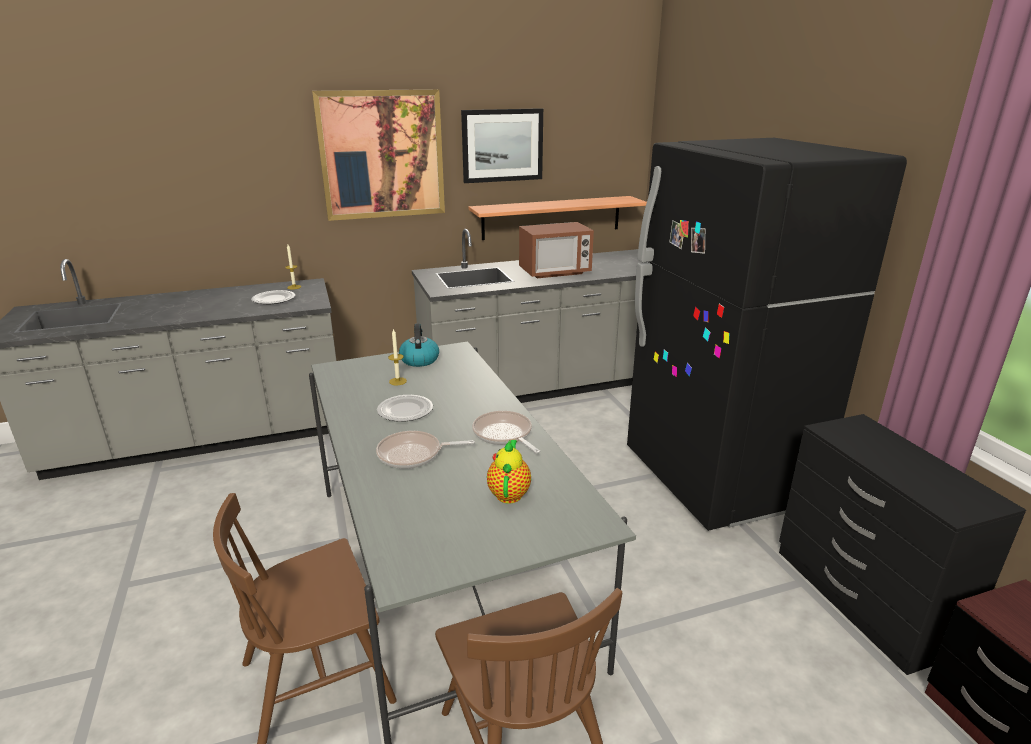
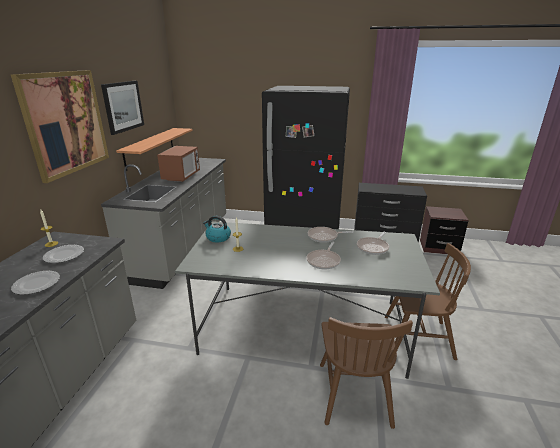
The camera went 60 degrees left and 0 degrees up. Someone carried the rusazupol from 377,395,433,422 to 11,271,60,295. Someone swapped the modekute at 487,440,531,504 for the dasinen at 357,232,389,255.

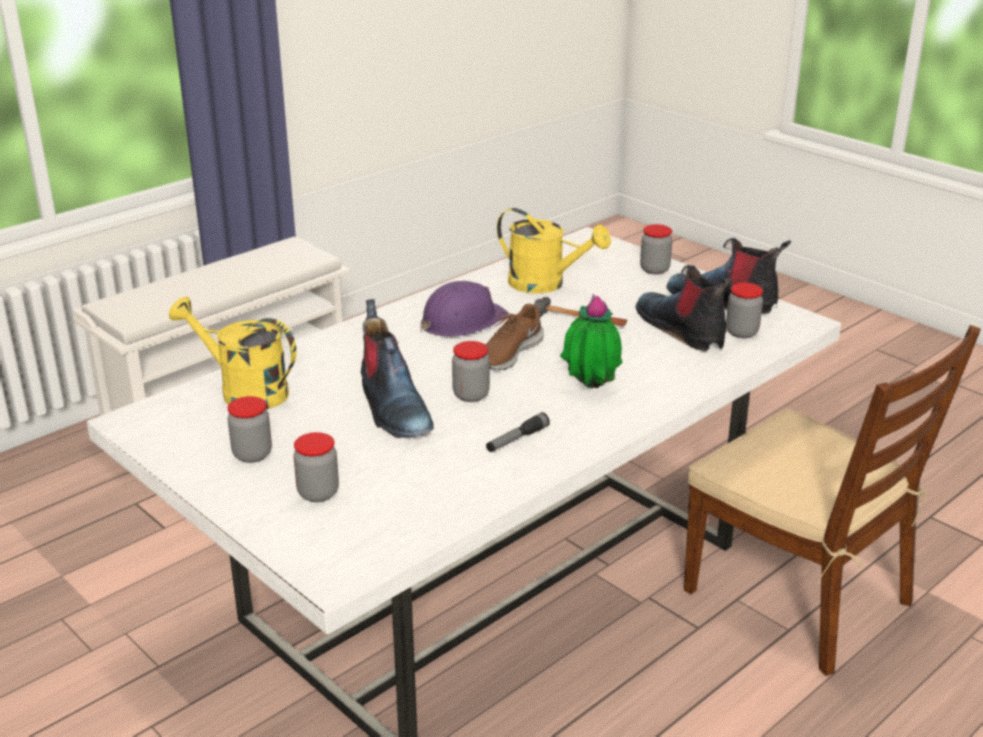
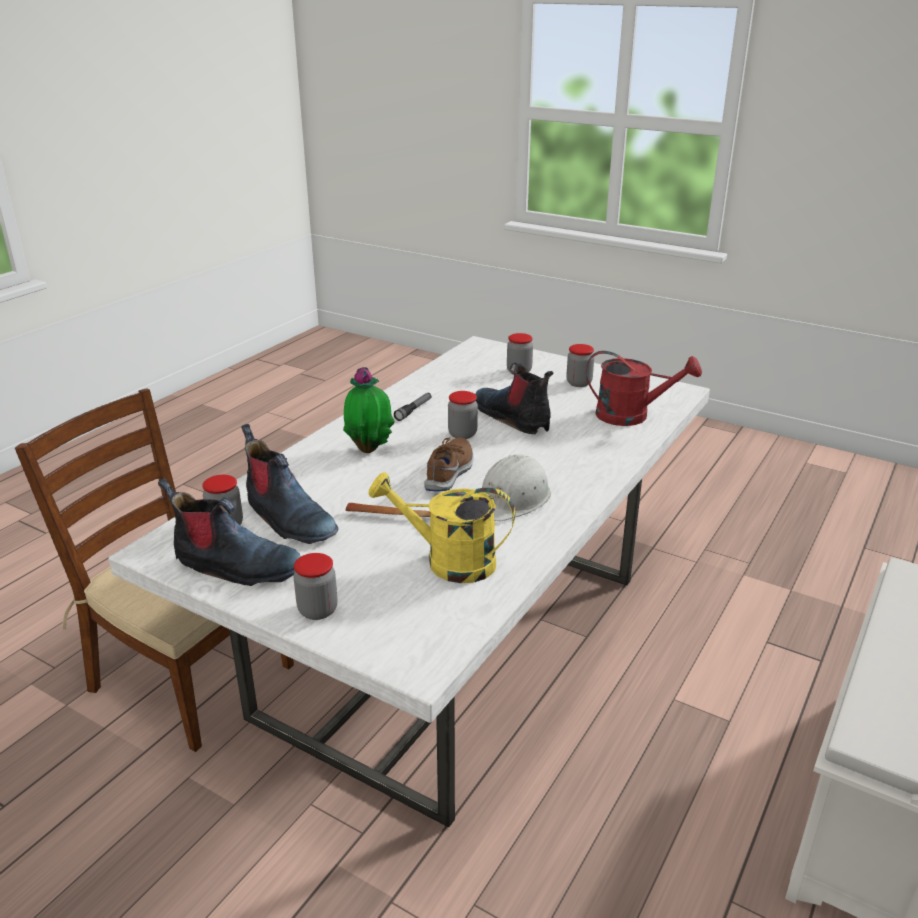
The camera went 165 degrees right and 0 degrees up. Someone repainted the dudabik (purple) at 420,281,509,337, which became the dudabik (white) at 482,454,551,521. Someone repainted the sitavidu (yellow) at 169,297,297,409, which became the sitavidu (red) at 586,351,702,426.

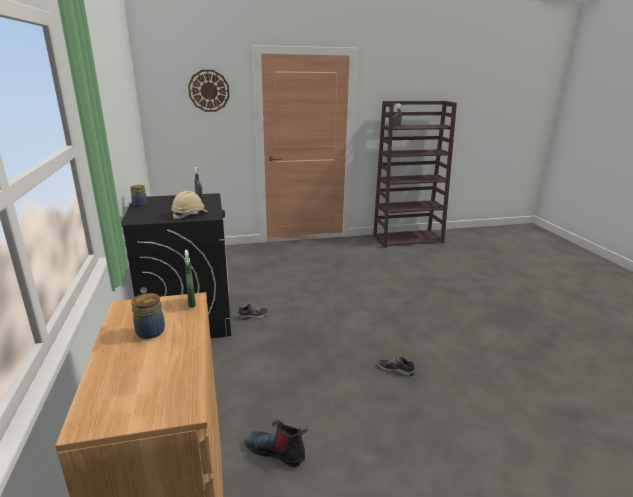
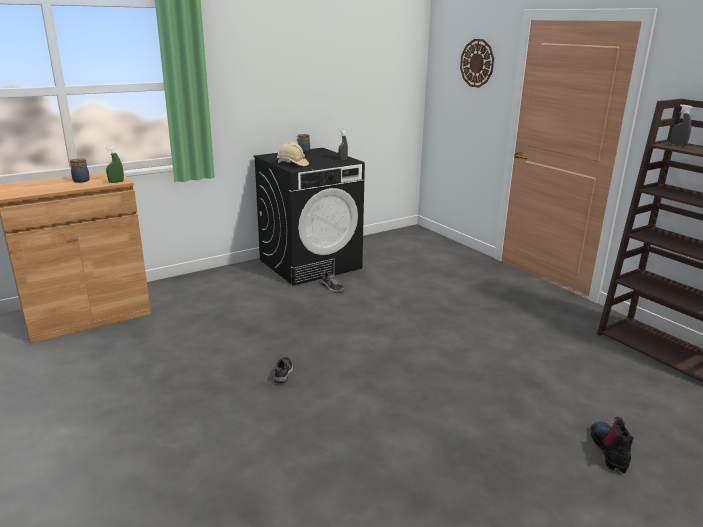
The camera went 70 degrees right and 0 degrees up. Someone carried the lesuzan from 244,420,308,467 to 591,416,634,473.

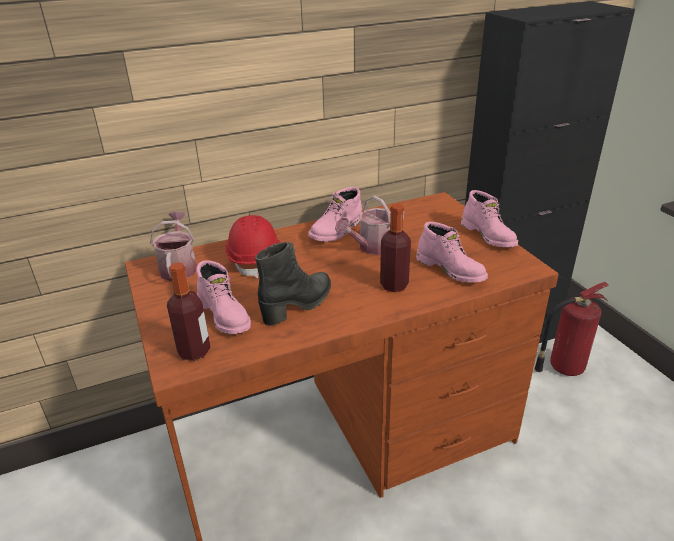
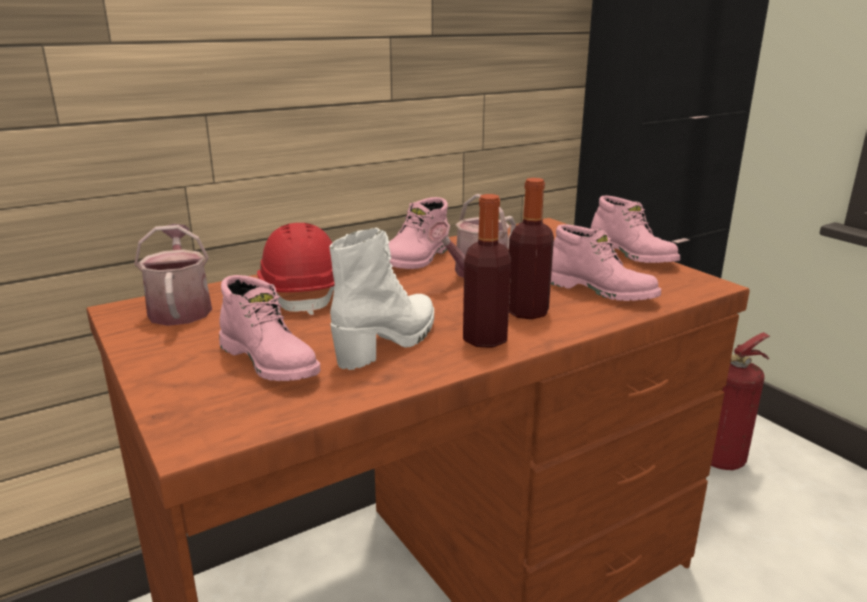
The camera went 10 degrees left and 10 degrees down. Someone repainted the lesuzan (black) at 255,242,331,326, which became the lesuzan (white) at 329,228,434,370. Someone carried the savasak from 167,262,211,361 to 463,194,511,348.

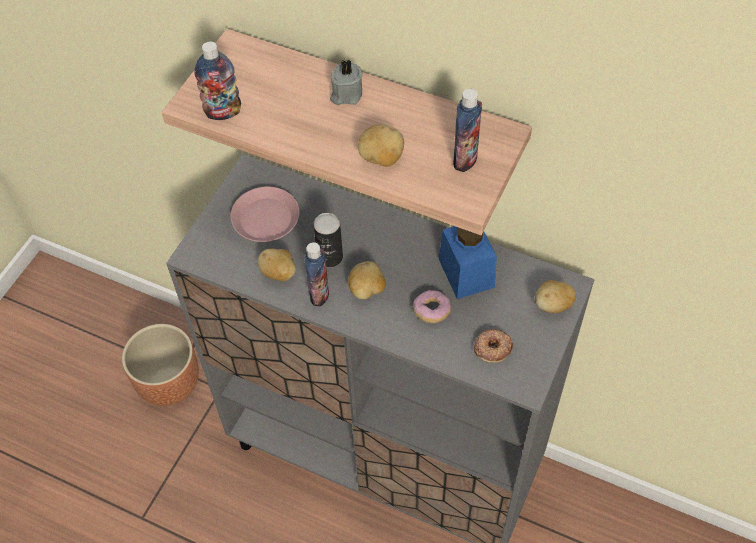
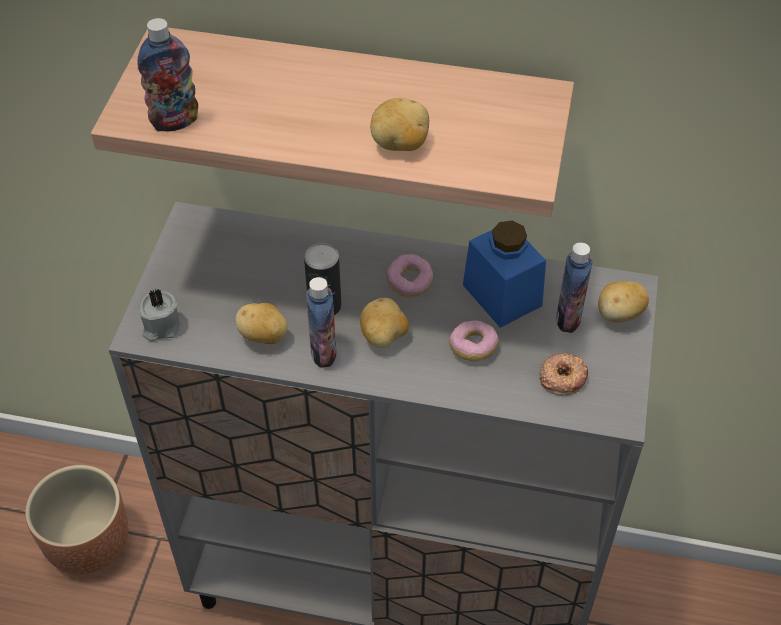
The camera went 15 degrees left and 5 degrees down. Someone carried the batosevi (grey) from 330,59,363,105 to 140,288,180,342. Someone put down the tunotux at 386,254,433,298. Someone carried the savasak from 453,89,482,172 to 556,242,592,333. Someone took away the rusazupol (pink) at 230,187,300,242.

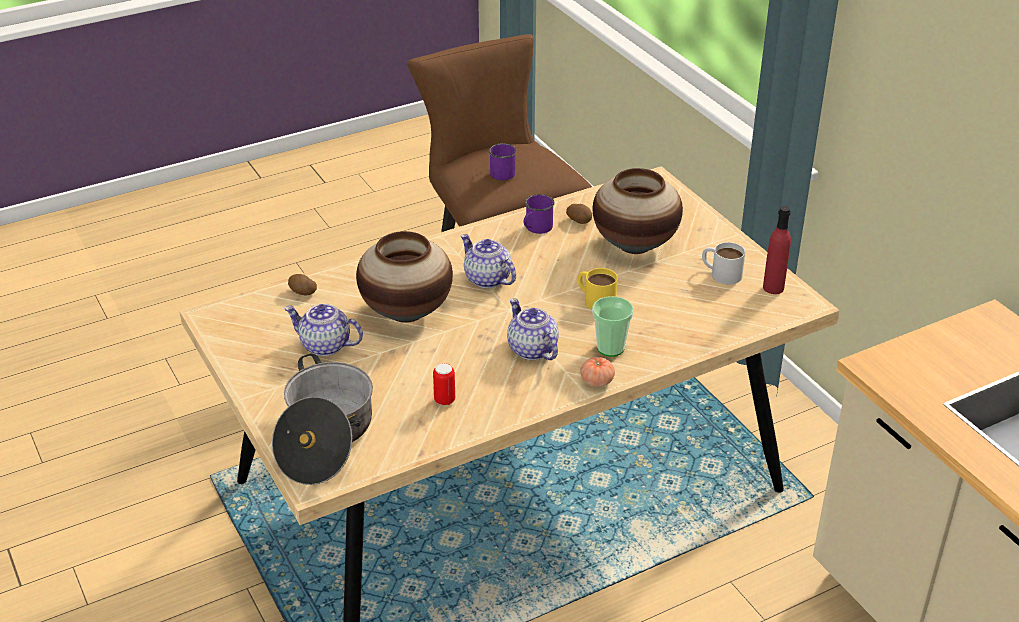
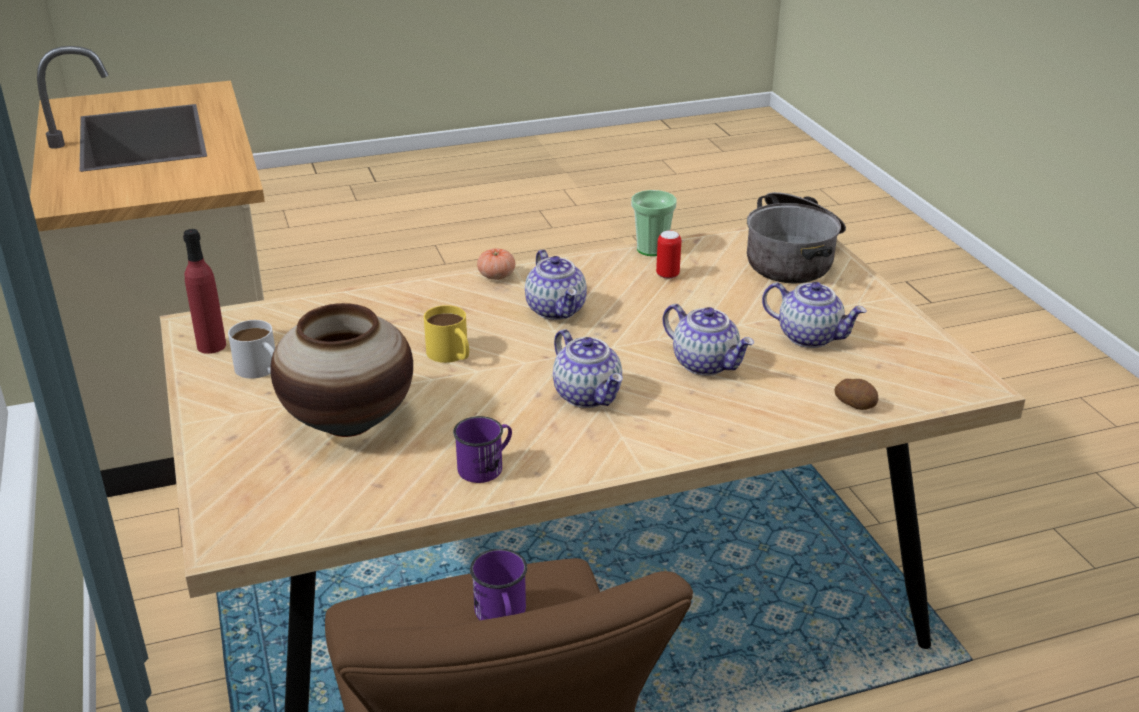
The camera went 170 degrees left and 5 degrees down. Someone carried the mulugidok from 592,296,634,357 to 631,190,677,256. Someone swapped the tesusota at 356,231,453,323 for the modekute at 663,304,754,376. Someone took away the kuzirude at 566,204,592,224.

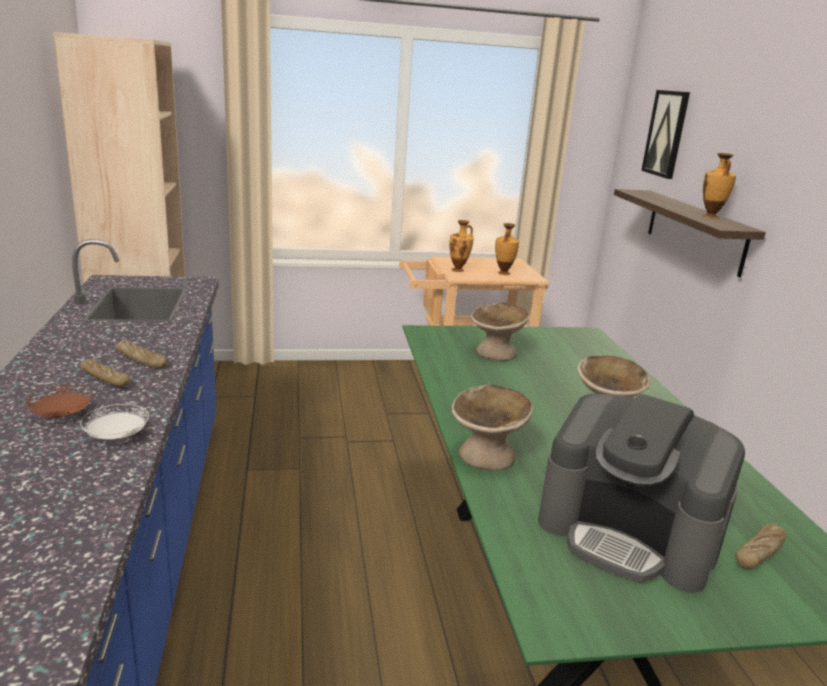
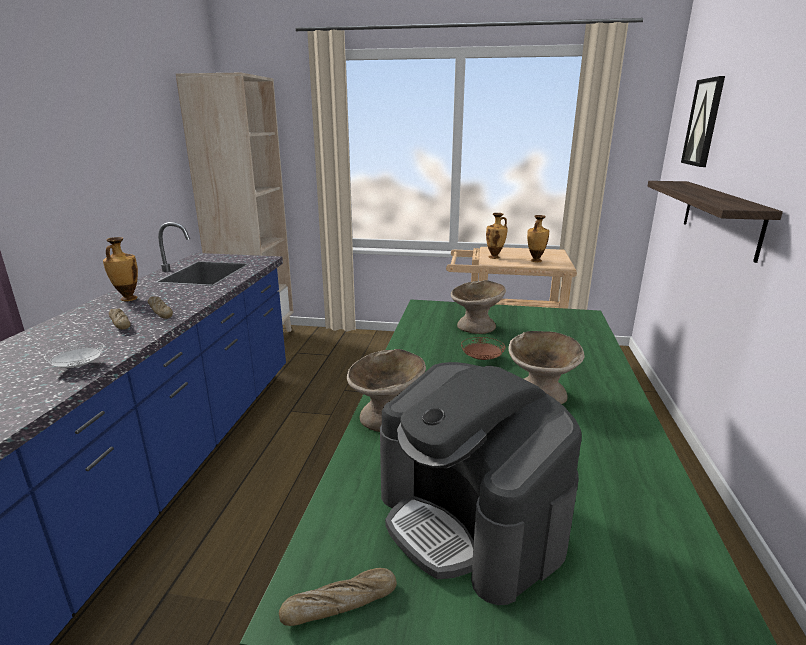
The camera went 20 degrees right and 0 degrees up. Someone carried the tesusota from 703,153,736,218 to 103,237,138,301. Someone carried the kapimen from 736,523,786,568 to 279,568,397,626. Someone carried the rusazupol (brown) from 25,385,93,418 to 461,337,506,360.

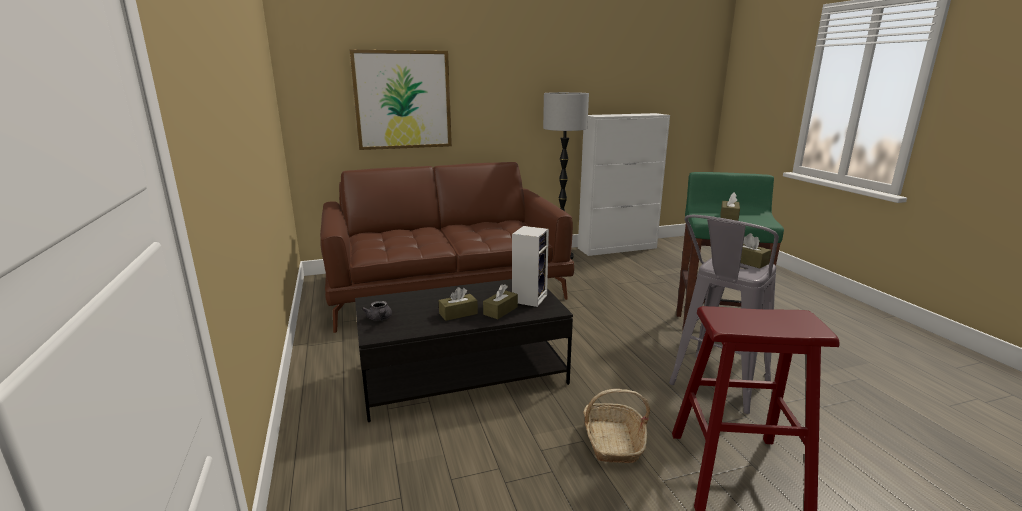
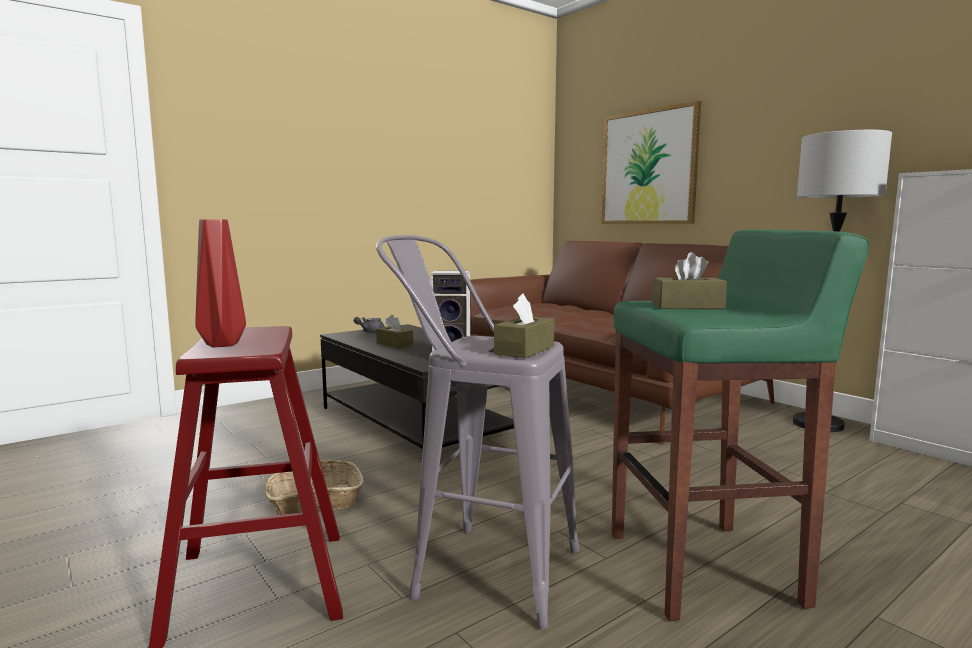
The camera went 70 degrees right and 10 degrees down. Someone put down the tesusota (red) at 196,219,246,347. Someone took away the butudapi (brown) at 483,284,518,319.

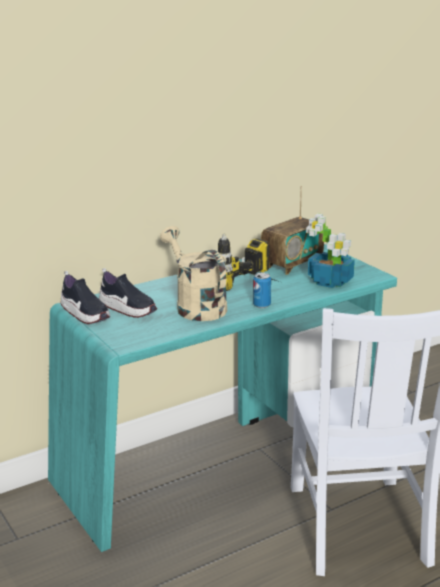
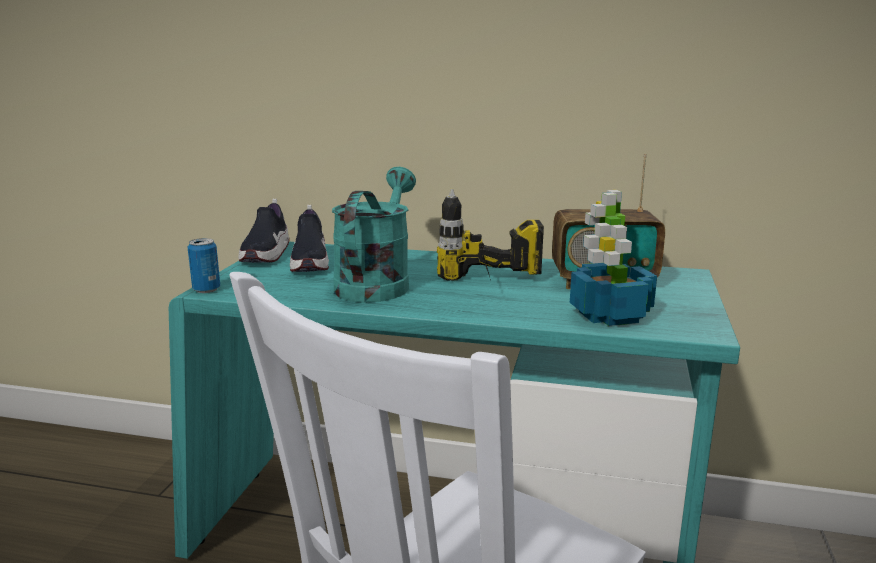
The camera went 45 degrees right and 5 degrees down. Someone carried the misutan from 253,273,271,308 to 188,238,220,293. Someone repainted the sitavidu (beige) at 160,226,227,321, which became the sitavidu (turquoise) at 332,167,416,303.

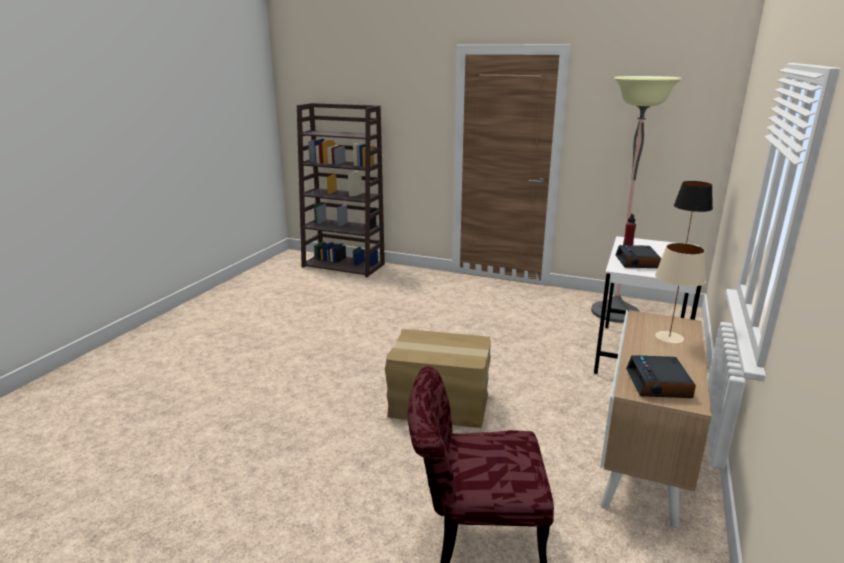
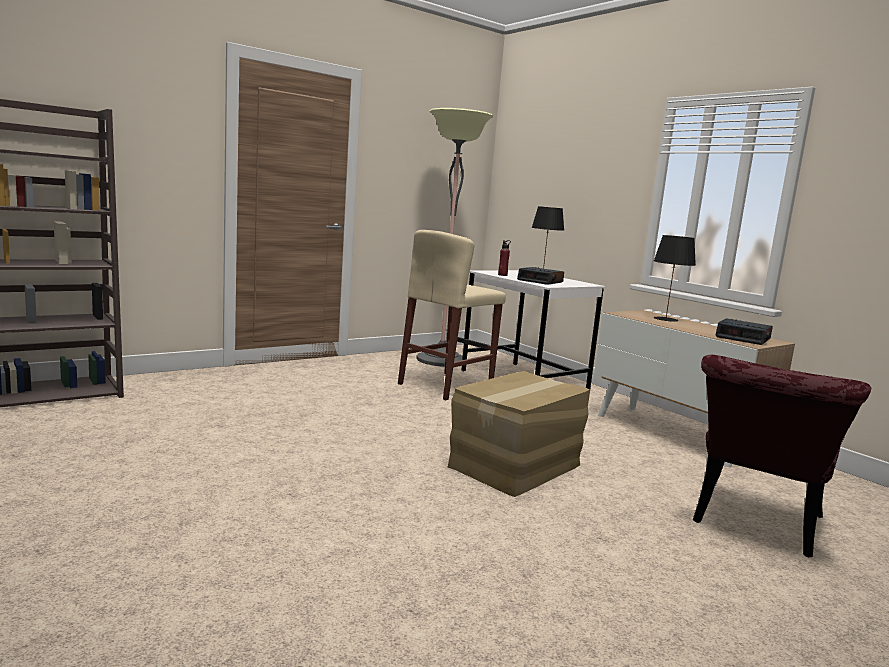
The camera went 60 degrees left and 10 degrees down. Someone put down the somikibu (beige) at 398,230,506,400. Someone repainted the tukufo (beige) at 655,243,706,344, which became the tukufo (black) at 654,235,696,322.

